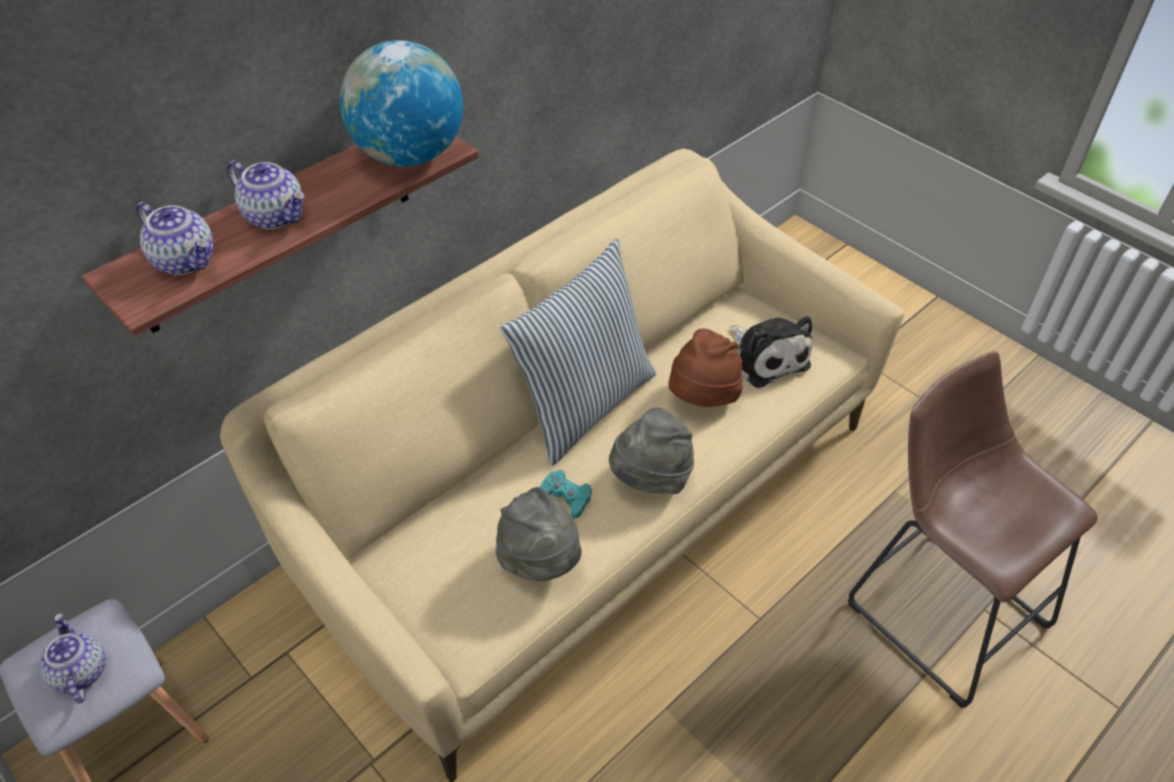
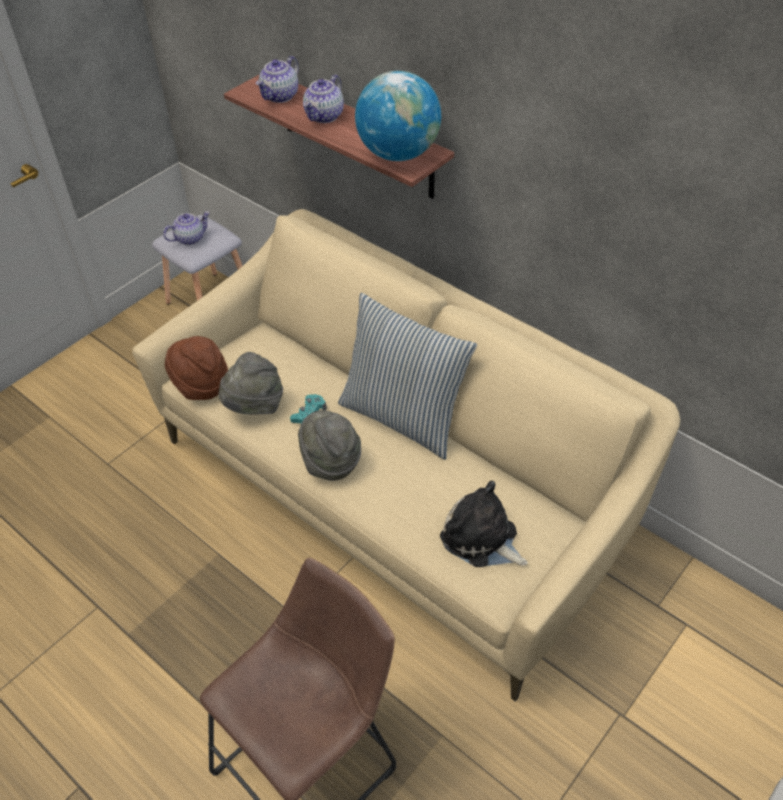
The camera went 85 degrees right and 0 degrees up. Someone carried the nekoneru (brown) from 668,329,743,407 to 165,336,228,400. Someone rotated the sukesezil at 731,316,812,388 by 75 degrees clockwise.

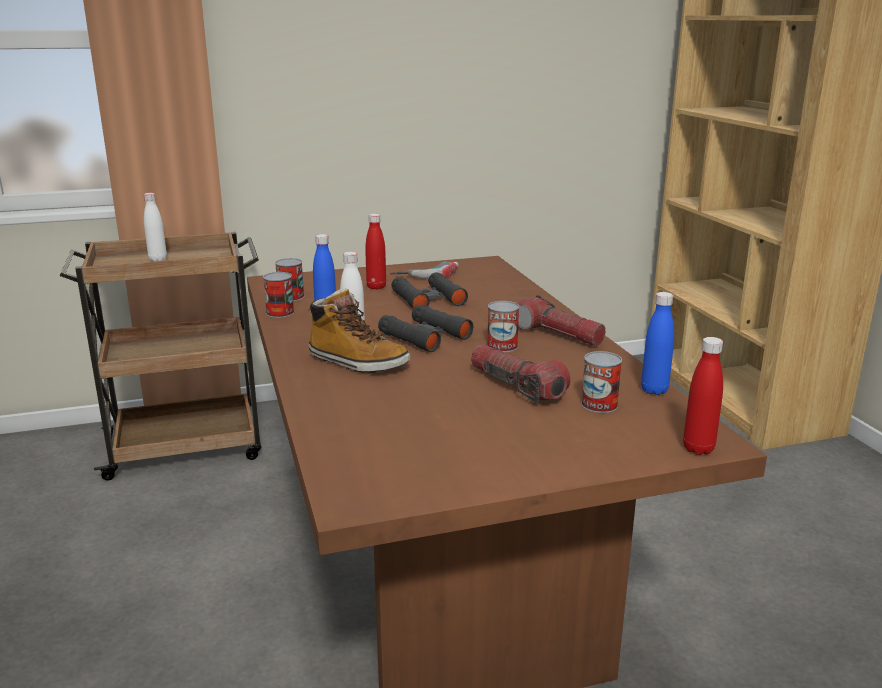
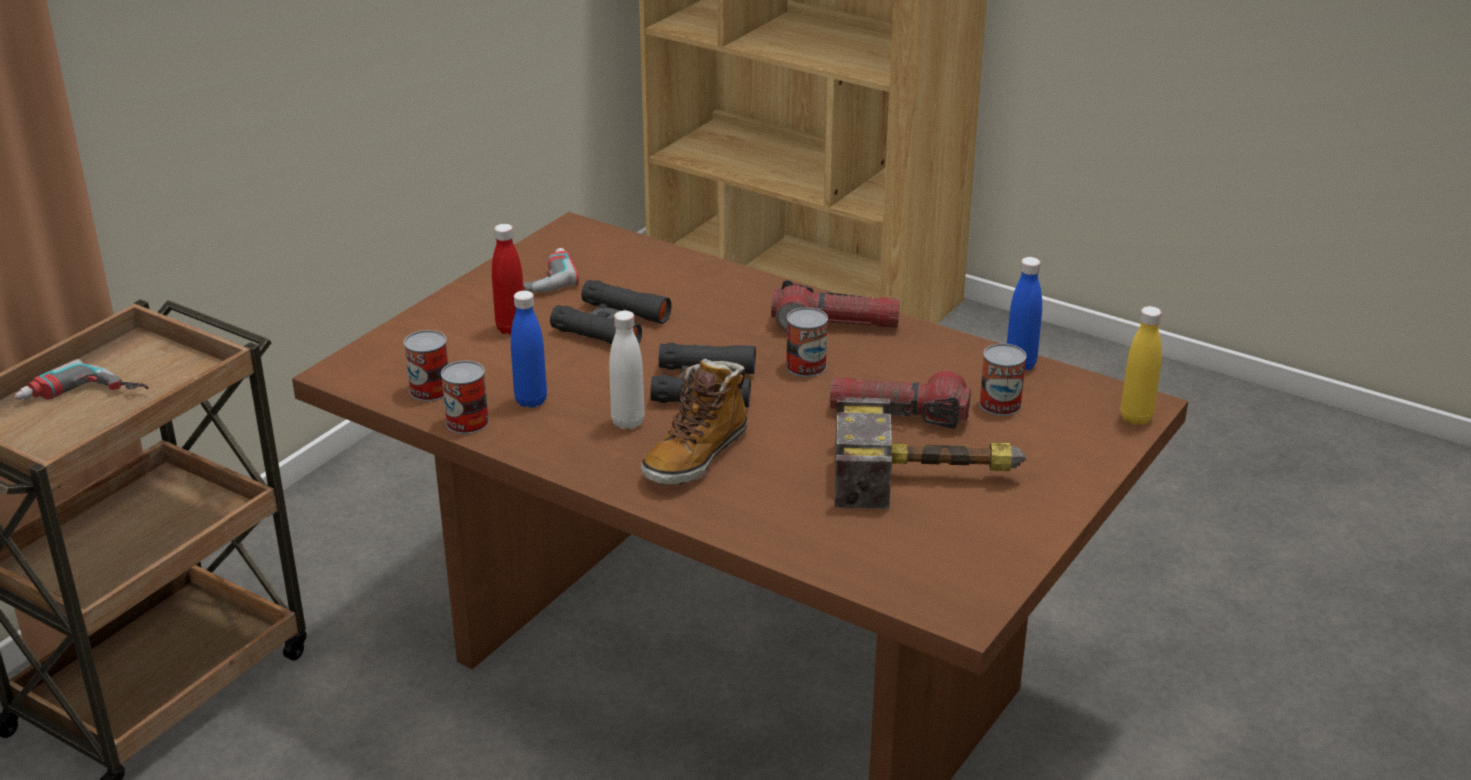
The camera went 40 degrees left and 10 degrees up. Someone swapped the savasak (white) at 144,193,167,261 for the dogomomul at 14,359,149,400. Someone rotated the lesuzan at 308,288,410,373 by 135 degrees clockwise. Someone put down the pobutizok at 835,397,1026,509. Someone repainted the savasak (red) at 683,337,723,455, which became the savasak (yellow) at 1120,306,1162,425.

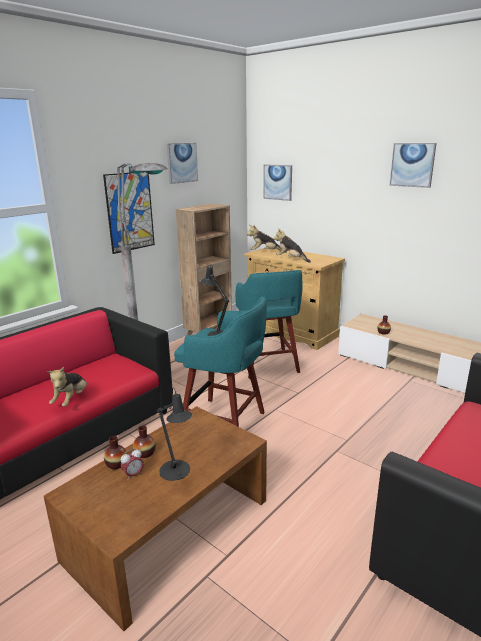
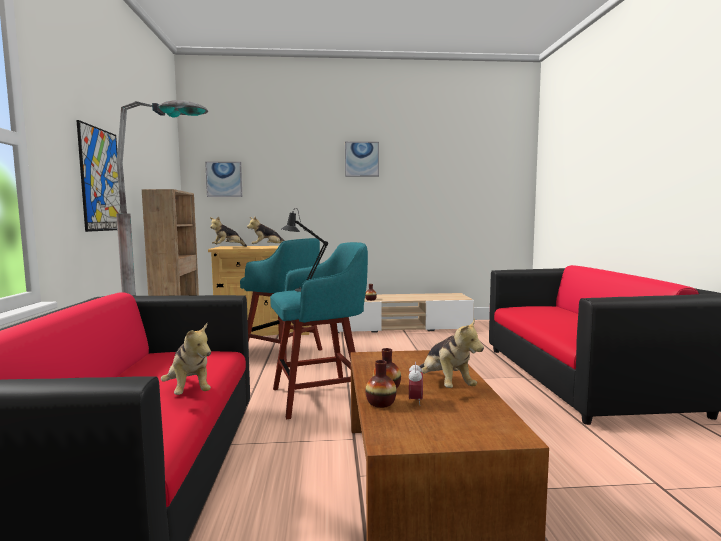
The camera went 45 degrees left and 15 degrees down. Someone swapped the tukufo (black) at 157,387,192,481 for the sukesezil at 419,319,484,388. Someone took away the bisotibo at 167,143,198,184.

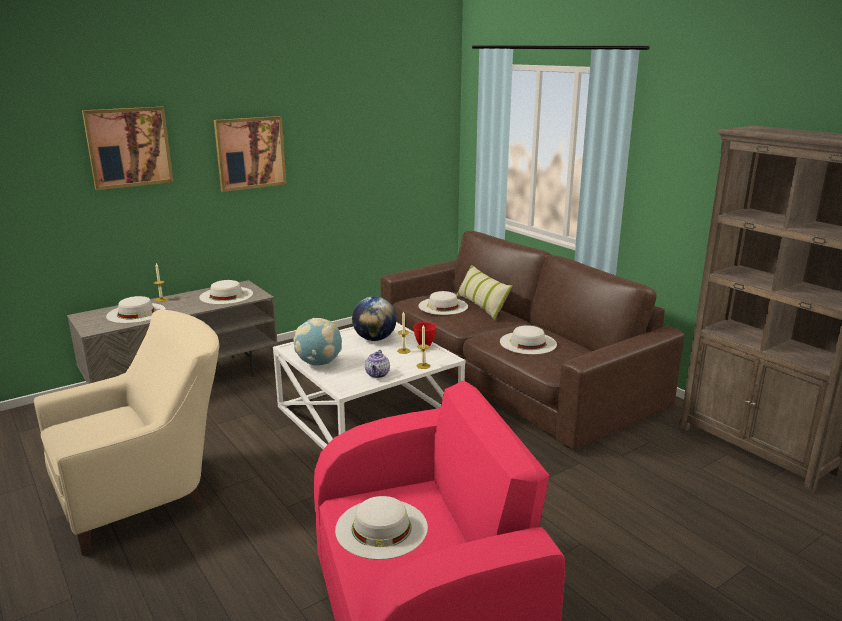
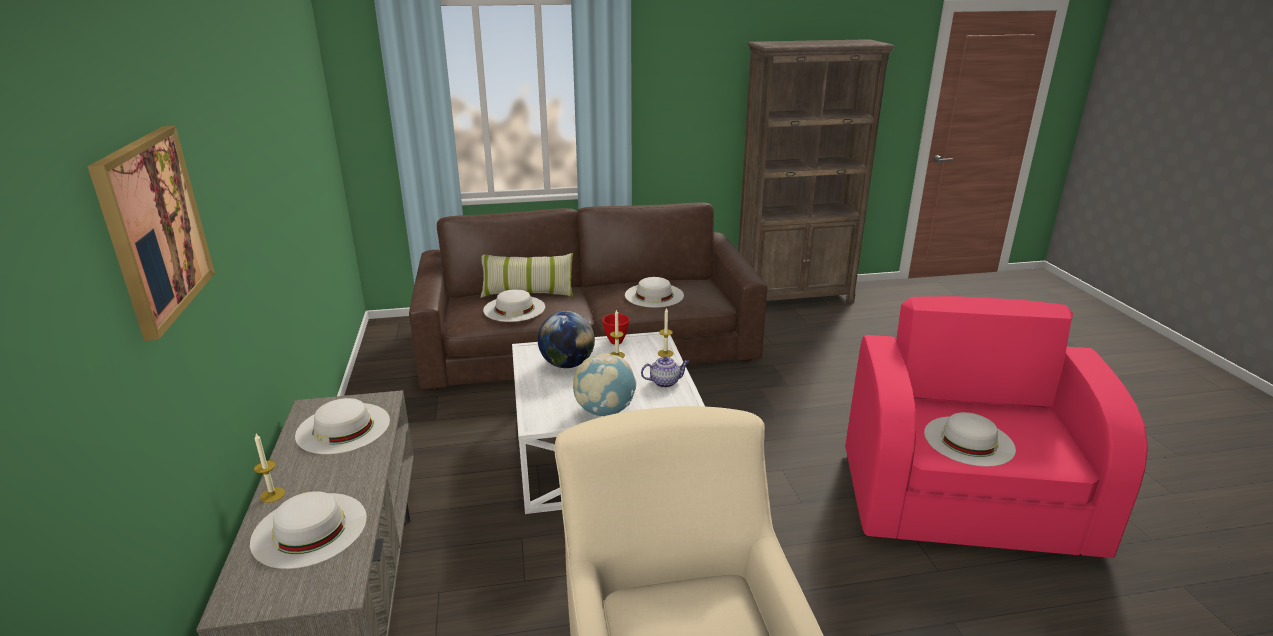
The camera went 65 degrees left and 5 degrees up. Someone rotated the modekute at 365,350,390,378 by 45 degrees counterclockwise. Someone took away the bisotibo at 214,116,286,192.

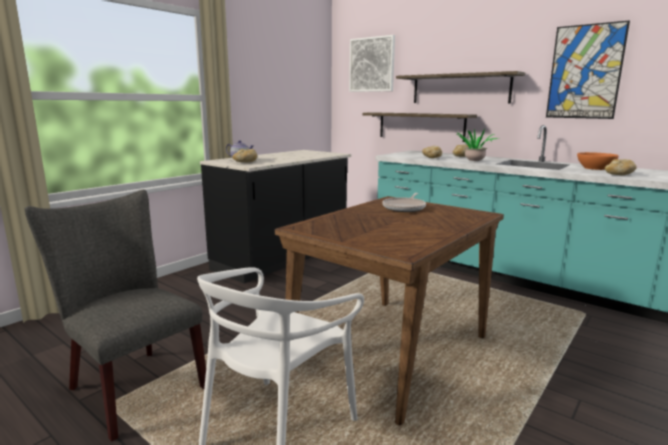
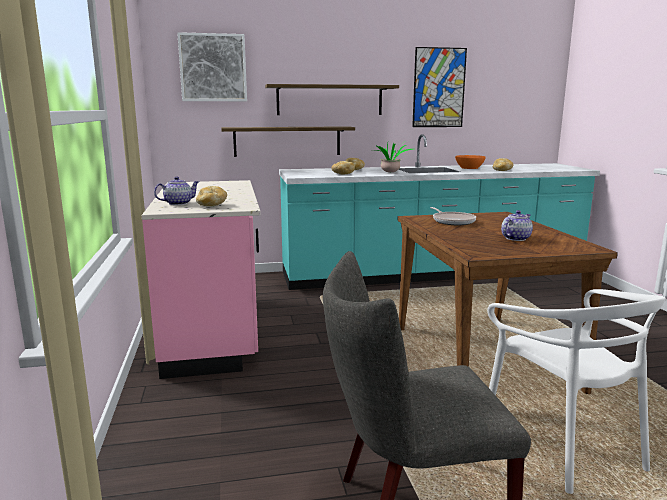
The camera went 50 degrees left and 0 degrees up. Someone repainted the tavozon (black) at 200,150,351,284, which became the tavozon (pink) at 142,180,261,379. Someone put down the modekute at 501,210,533,241.

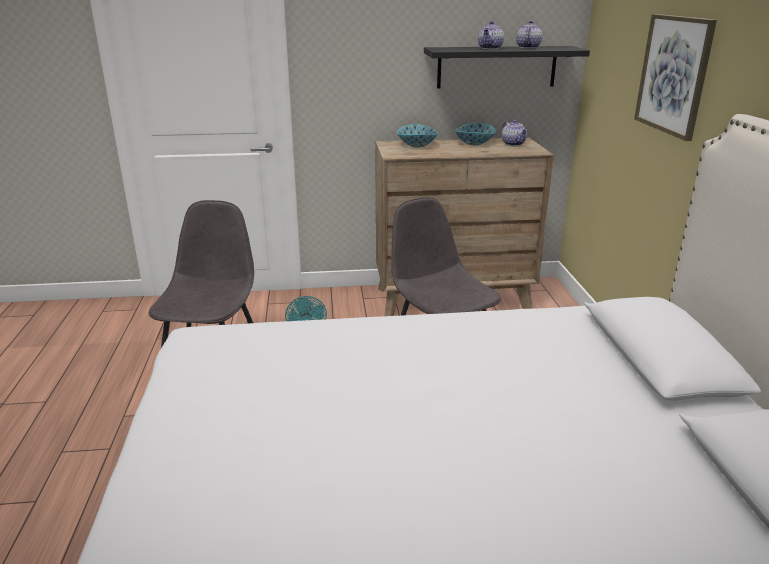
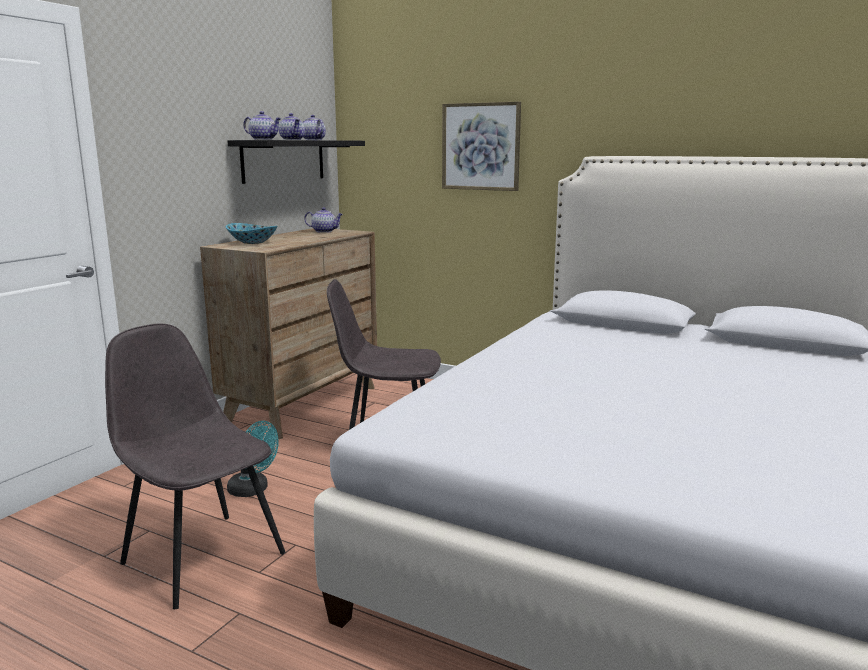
The camera went 55 degrees left and 10 degrees down. Someone put down the modekute at 243,111,282,140. Someone took away the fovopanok at 455,123,496,145.

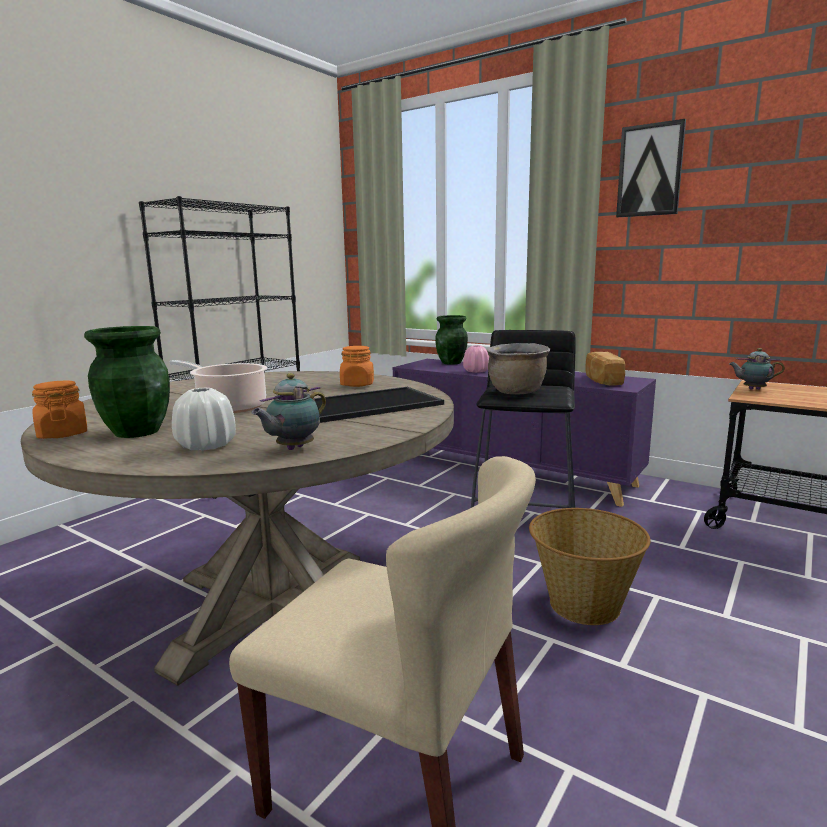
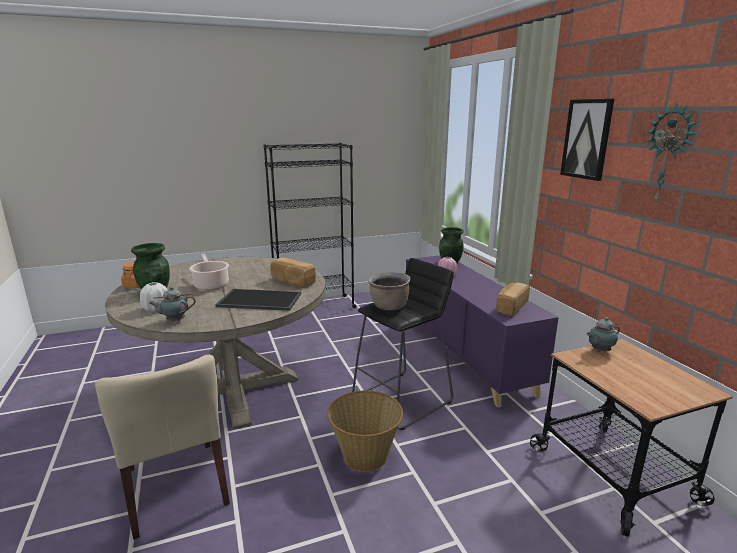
The camera went 35 degrees right and 5 degrees up. Someone swapped the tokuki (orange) at 340,346,374,387 for the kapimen at 270,257,316,287. Someone rotated the modekute at 729,348,785,390 by 75 degrees counterclockwise. Someone put up the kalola at 647,104,698,204.

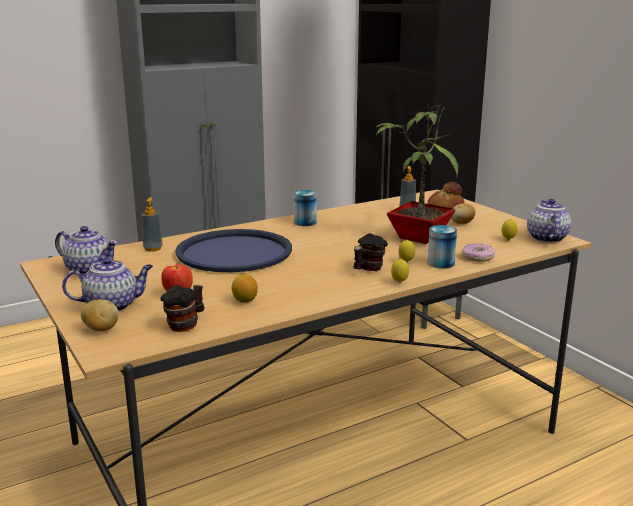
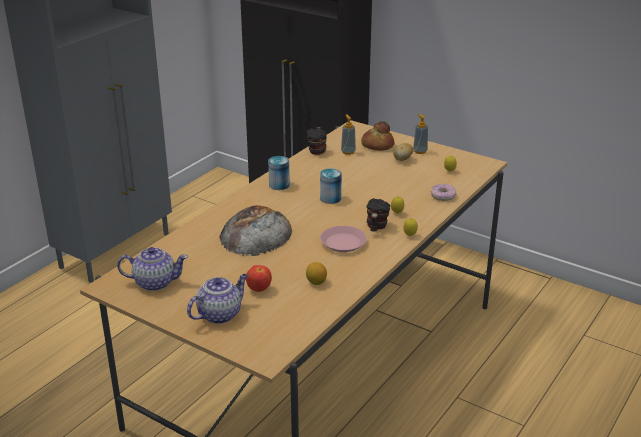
The camera went 25 degrees left and 10 degrees up. Someone swapped the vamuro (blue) at 175,229,292,272 for the kapimen at 219,205,292,256. Someone carried the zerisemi from 160,285,205,332 to 307,127,327,155. Someone carried the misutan from 427,225,457,269 to 320,169,342,204. Someone put down the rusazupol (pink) at 320,226,367,252. Someone carried the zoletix from 142,197,163,252 to 413,114,428,154. Someone took away the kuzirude at 81,299,119,331. Someone took away the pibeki at 373,101,458,244. Someone took away the modekute at 527,199,571,243.

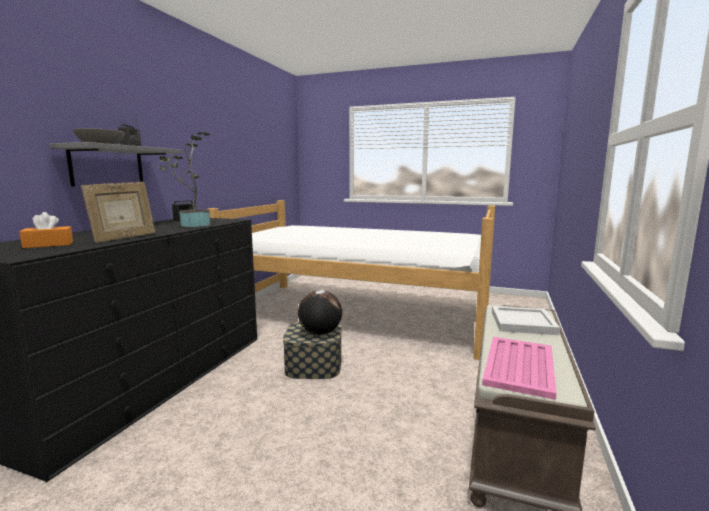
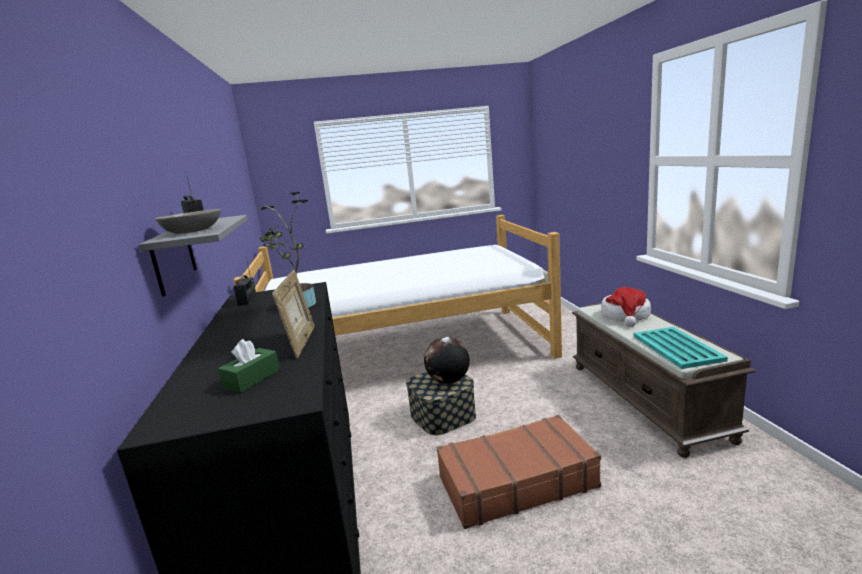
The camera went 30 degrees left and 5 degrees up. Someone repainted the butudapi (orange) at 19,212,73,248, which became the butudapi (green) at 218,339,280,393. Someone put down the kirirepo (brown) at 437,415,601,529. Someone swapped the vamuro (white) at 492,306,560,335 for the nekoneru at 601,287,651,327. Someone repainted the vamuro (pink) at 482,337,556,400, which became the vamuro (turquoise) at 634,327,728,369.

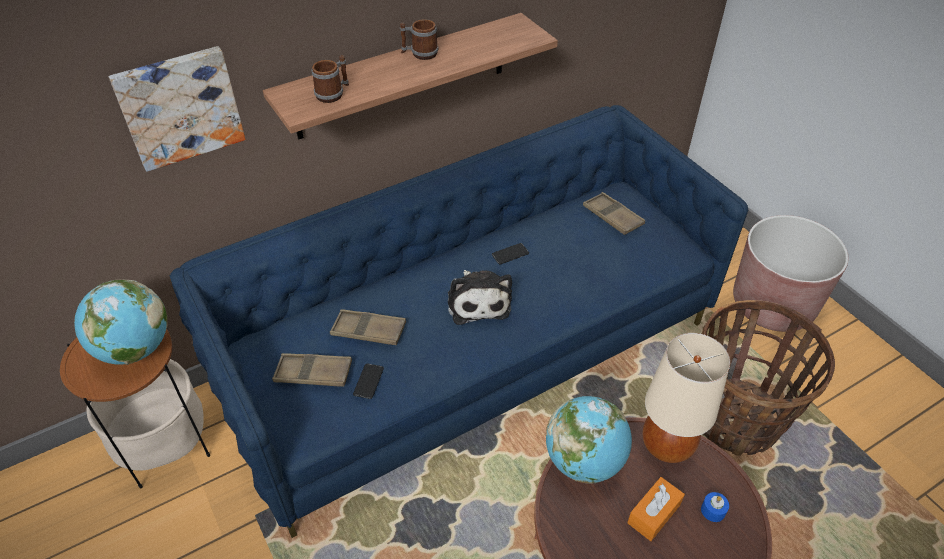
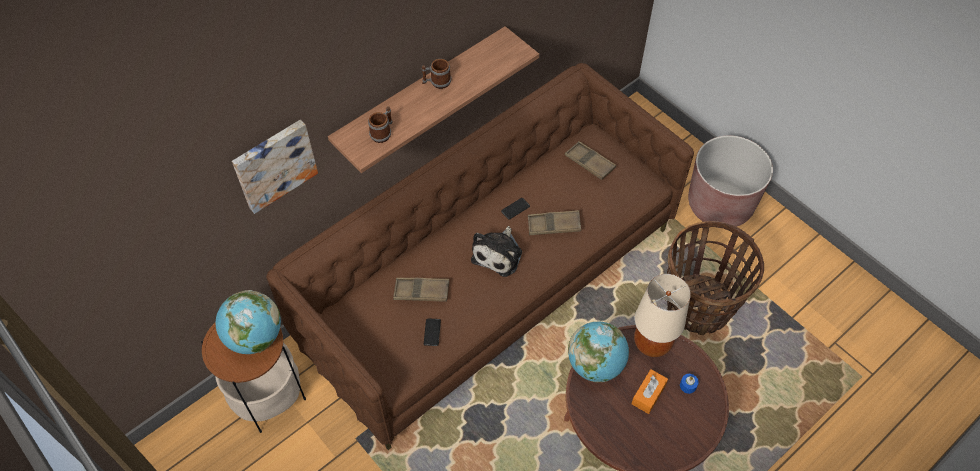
The camera went 10 degrees left and 10 degrees up. Someone repainted the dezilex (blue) at 170,105,748,538, which became the dezilex (brown) at 266,63,694,450. Someone rotated the sukesezil at 448,270,512,325 by 45 degrees clockwise. Someone carried the vamuro (brown) from 272,353,352,387 to 528,210,581,235.

